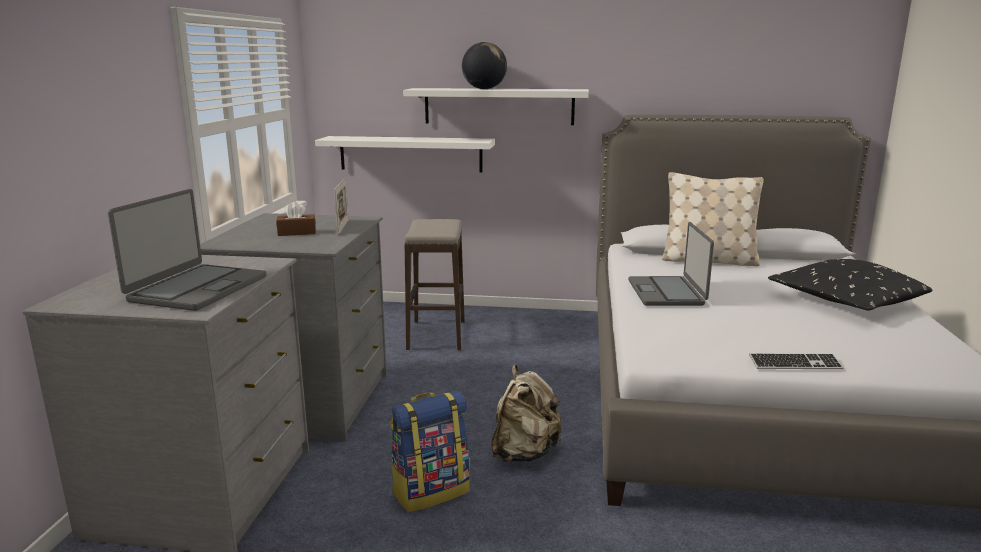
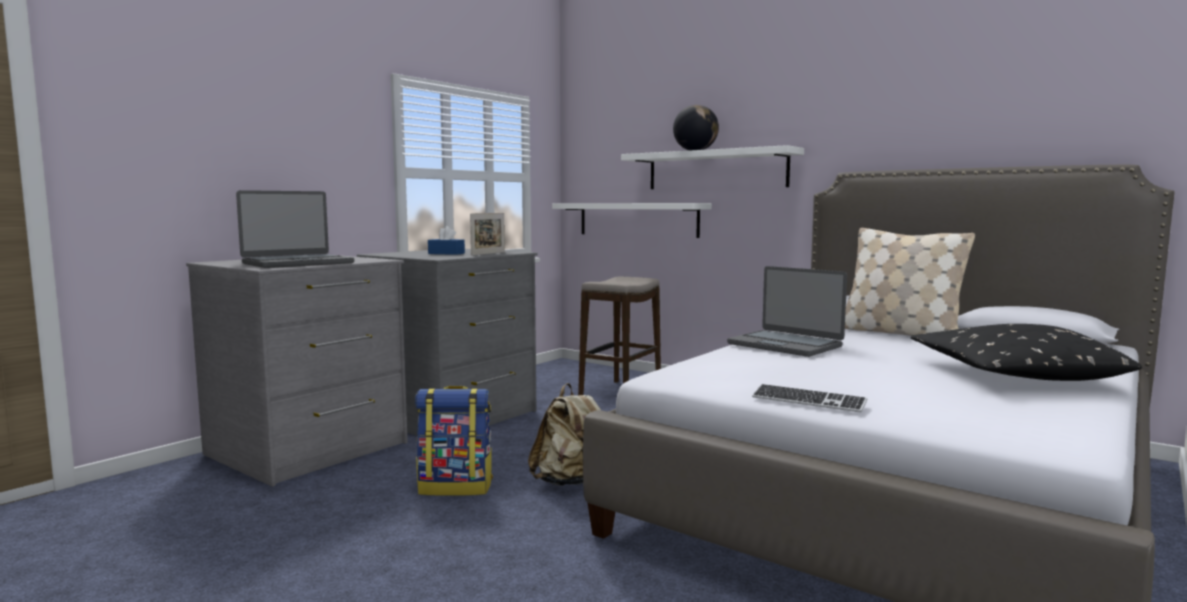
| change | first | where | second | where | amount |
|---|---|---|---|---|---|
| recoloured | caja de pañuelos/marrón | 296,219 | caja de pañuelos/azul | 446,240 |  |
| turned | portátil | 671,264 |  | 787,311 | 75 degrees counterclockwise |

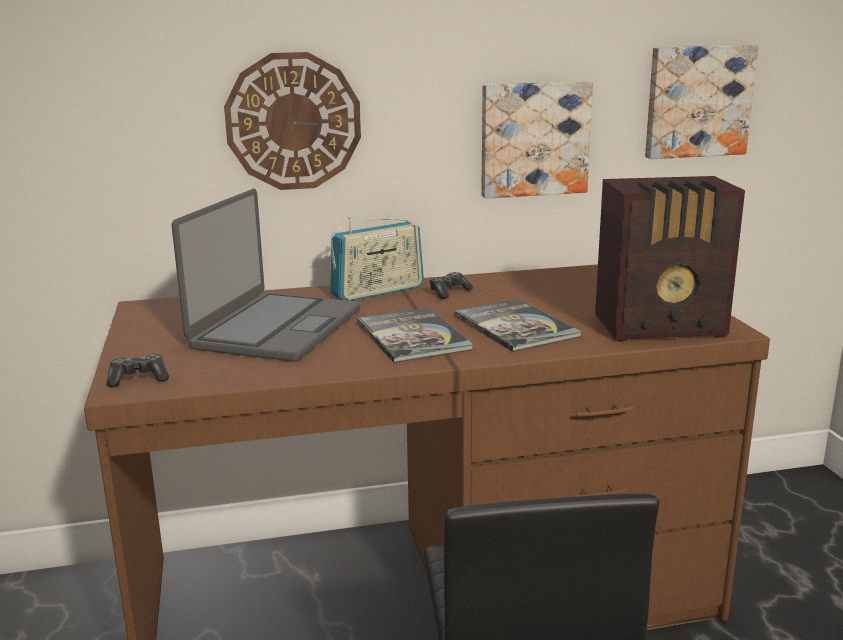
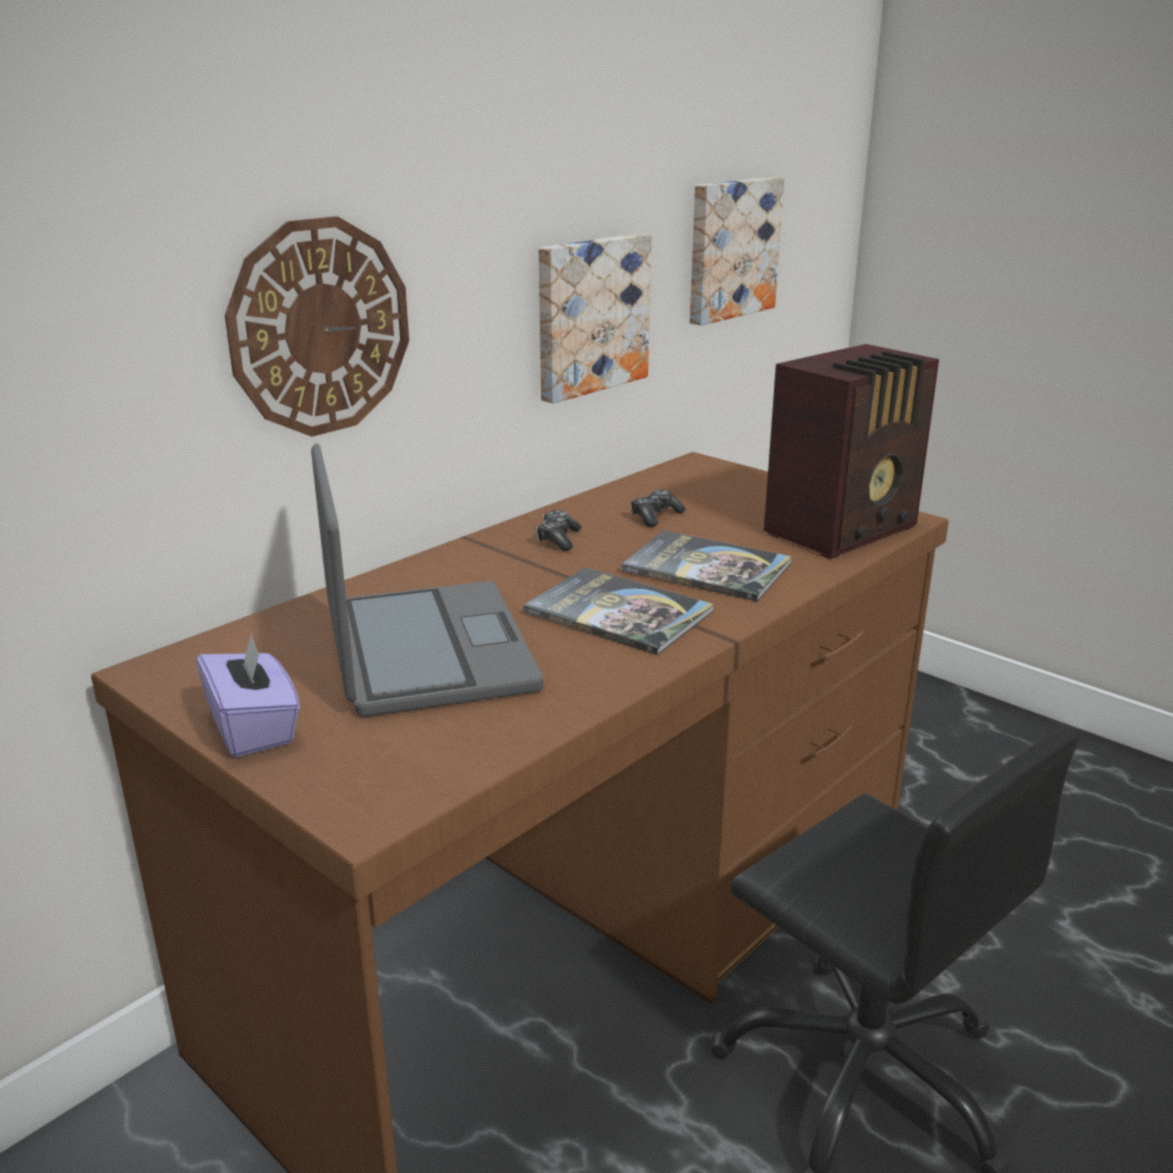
| change | first | where | second | where | amount |
|---|---|---|---|---|---|
| removed | radio | 377,258 |  |  |  |
| added |  |  | caja de pañuelos/morado | 248,696 |  |
| moved | mando de consola | 138,370 |  | 658,508 |  |

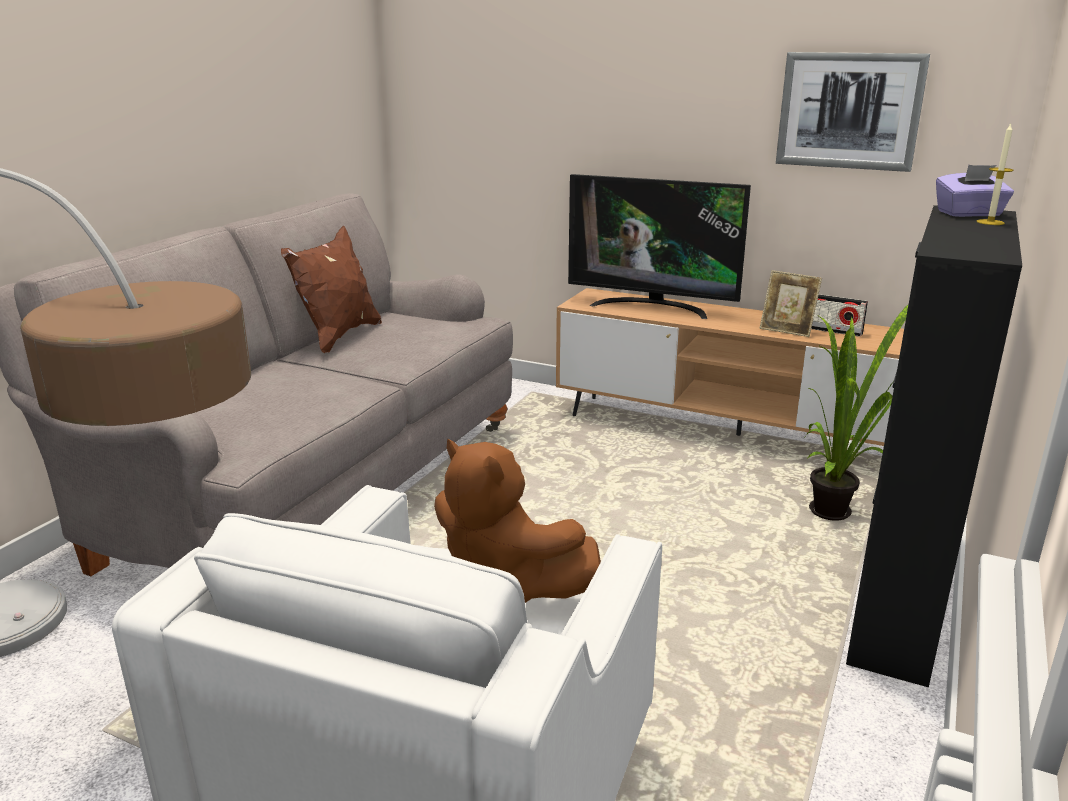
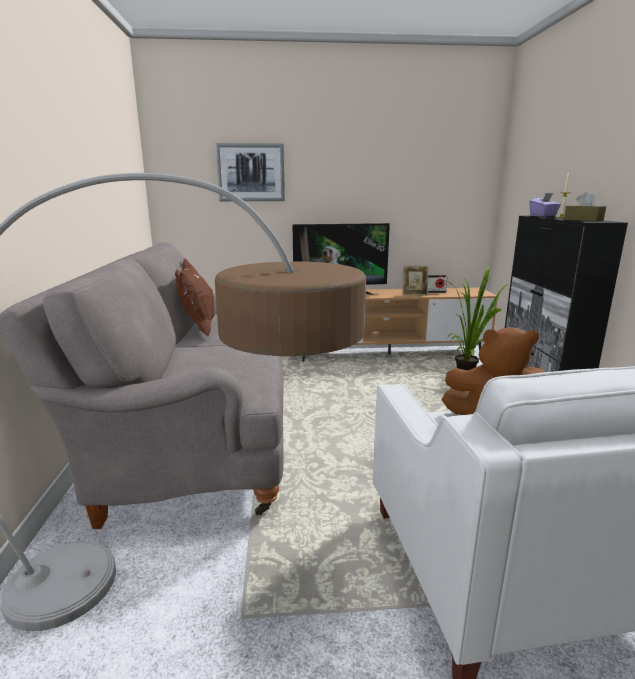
| change | first | where | second | where | amount |
|---|---|---|---|---|---|
| added |  |  | caja de pañuelos/marrón | 585,206 |  |
| moved | cuadro | 853,112 |  | 250,172 |  |

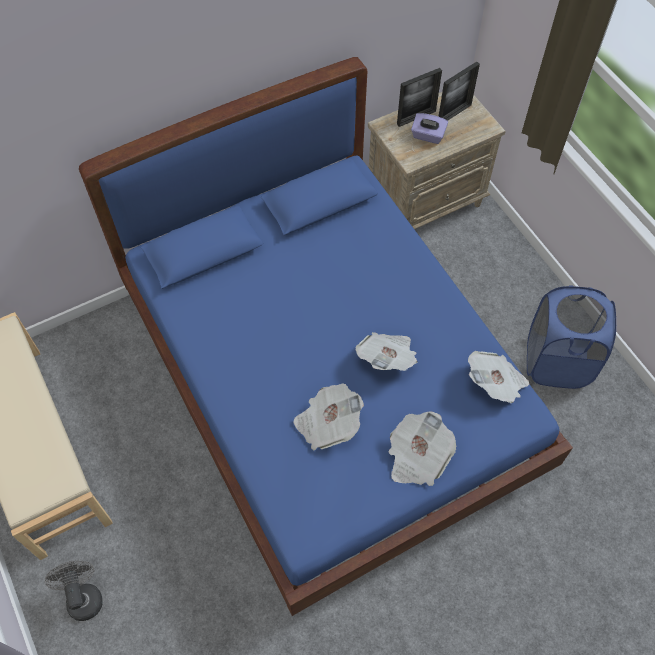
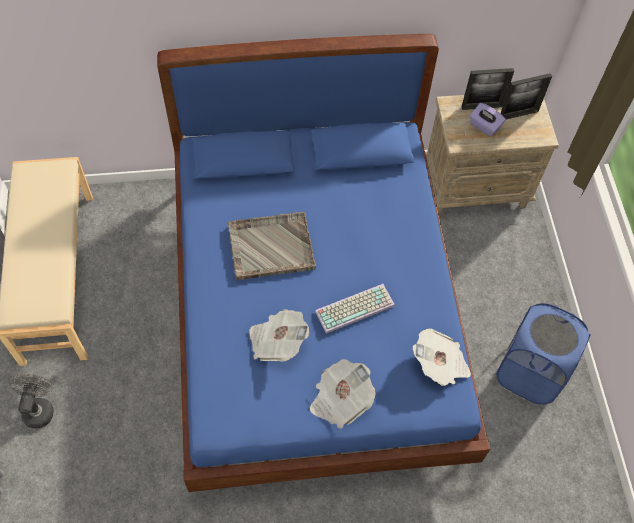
| change | first | where | second | where | amount |
|---|---|---|---|---|---|
| added |  |  | bandeja/gris | 272,246 |  |
| replaced | periódico | 387,351 | teclado | 355,309 |  |

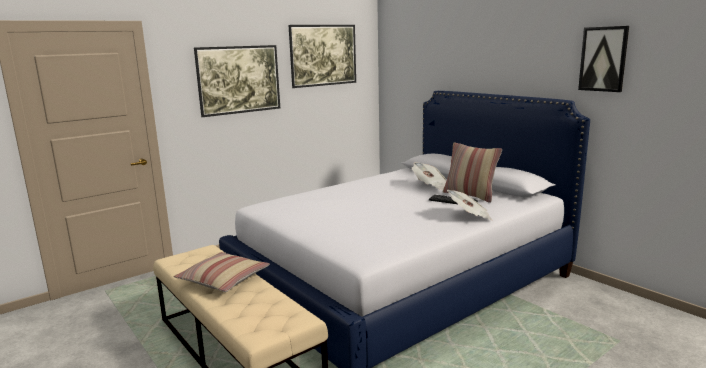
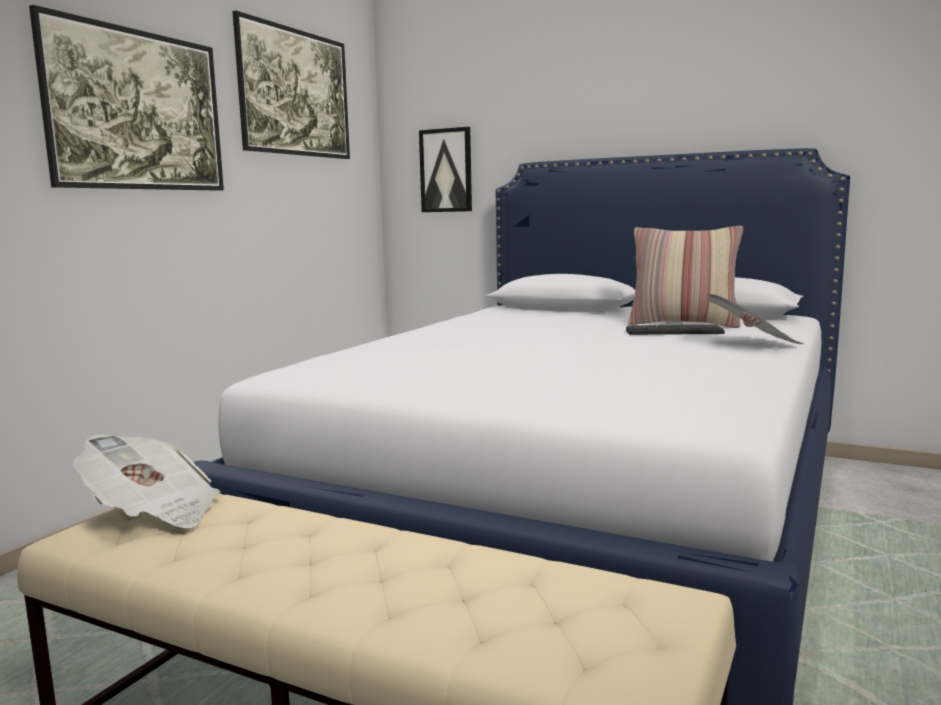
| change | first | where | second | where | amount |
|---|---|---|---|---|---|
| removed | cojín | 222,272 |  |  |  |
| moved | periódico | 429,176 |  | 146,481 |  |
| moved | cuadro | 603,59 |  | 445,169 |  |

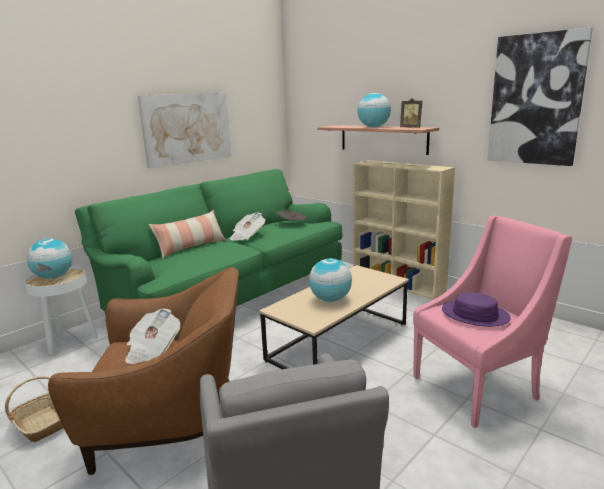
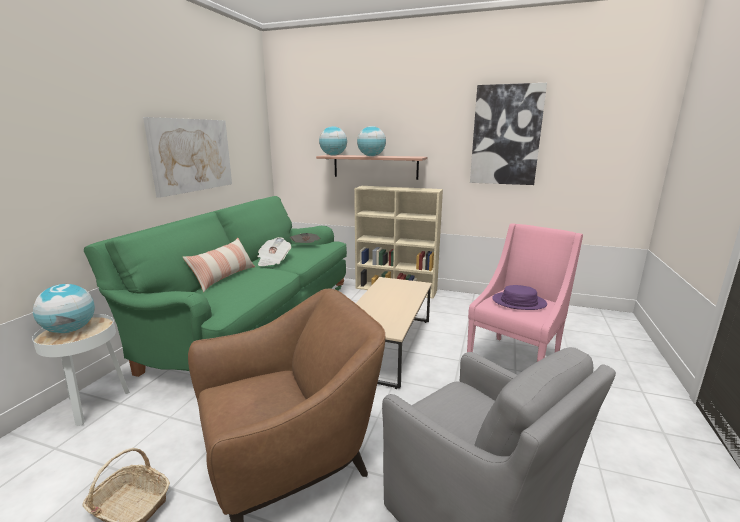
| change | first | where | second | where | amount |
|---|---|---|---|---|---|
| removed | periódico | 152,336 |  |  |  |
| removed | portarretratos | 411,113 |  |  |  |
| moved | globo terráqueo | 330,280 |  | 333,141 |  |

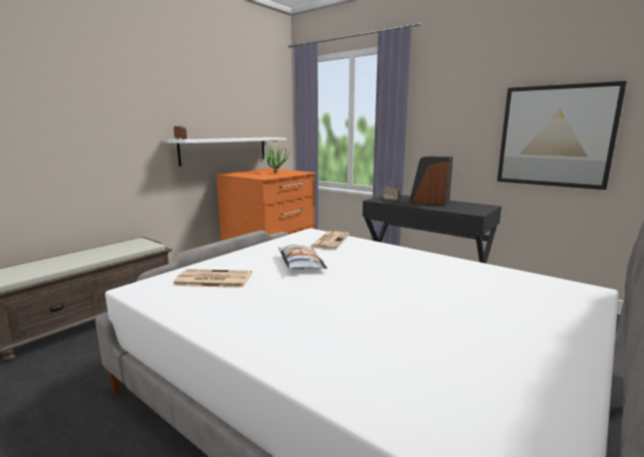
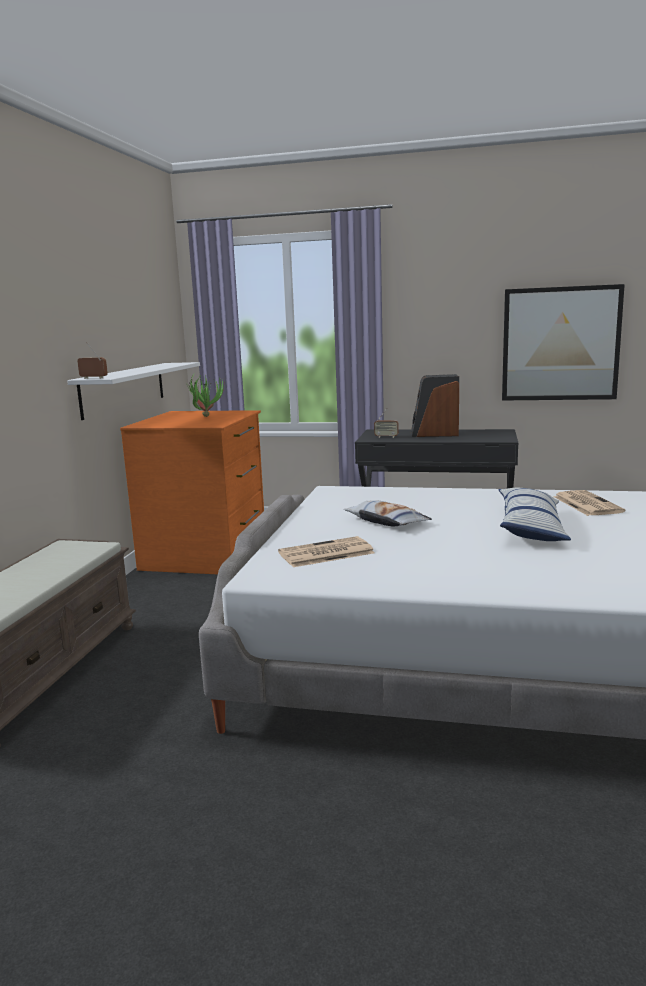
| change | first | where | second | where | amount |
|---|---|---|---|---|---|
| added |  |  | cojín | 535,514 |  |
| moved | periódico | 329,240 |  | 589,503 |  |

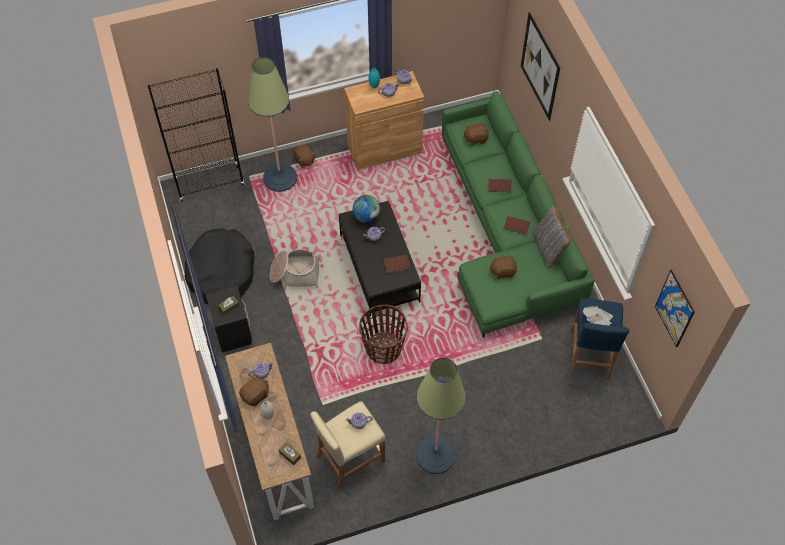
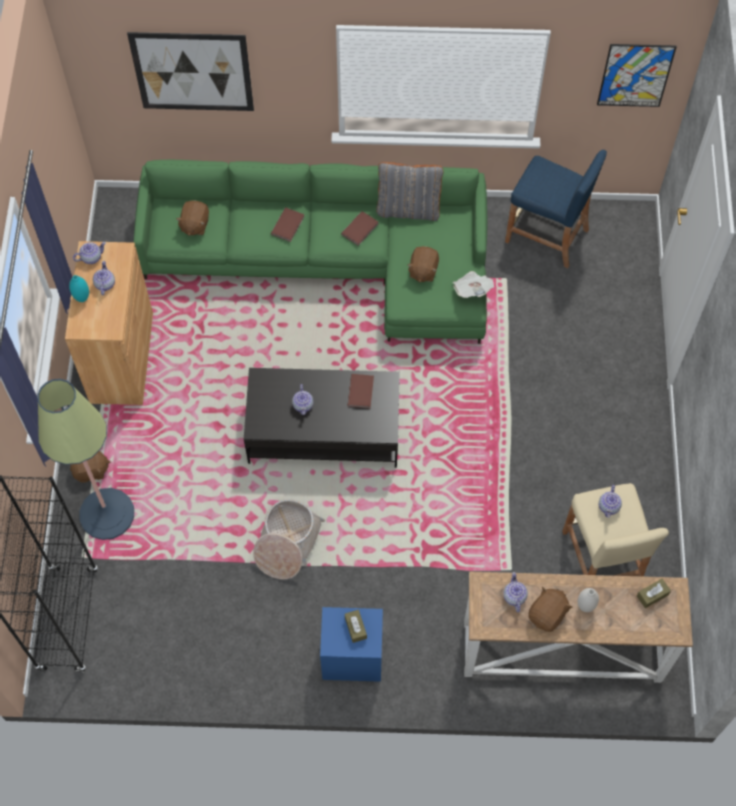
| change | first | where | second | where | amount |
|---|---|---|---|---|---|
| removed | cama para perro/negro | 219,266 |  |  |  |
| removed | globo terráqueo | 366,209 |  |  |  |
| removed | cesta | 383,334 |  |  |  |
| removed | lámpara de pie | 441,416 |  |  |  |
| moved | periódico | 598,316 |  | 473,284 |  |
| recoloured | mesita de noche/negro | 229,319 | mesita de noche/azul | 351,644 |  |
| turned | peluche/marrón | 254,390 |  | 550,609 | 60 degrees clockwise |

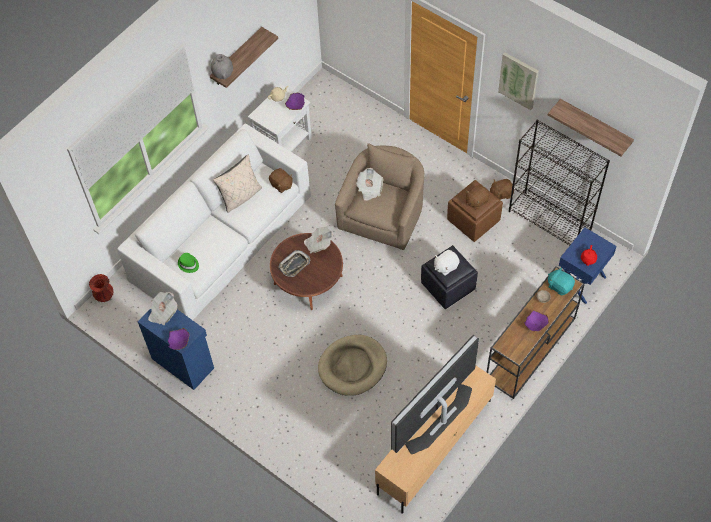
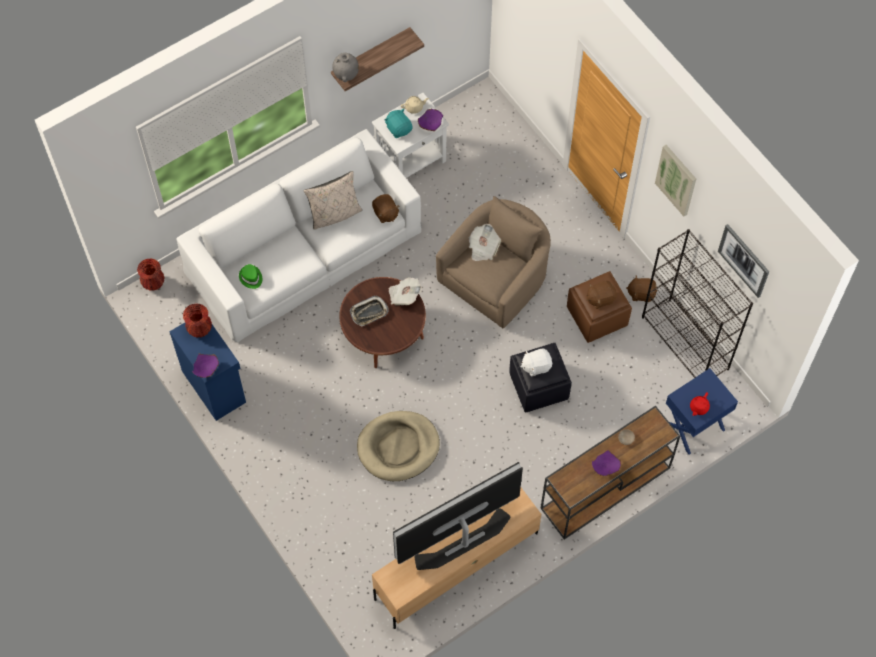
| change | first | where | second | where | amount |
|---|---|---|---|---|---|
| moved | peluche/turquesa | 561,281 |  | 398,123 |  |
| replaced | periódico | 162,308 | florero/rojo | 197,320 |  |
| replaced | estante | 591,127 | cuadro | 743,261 |  |

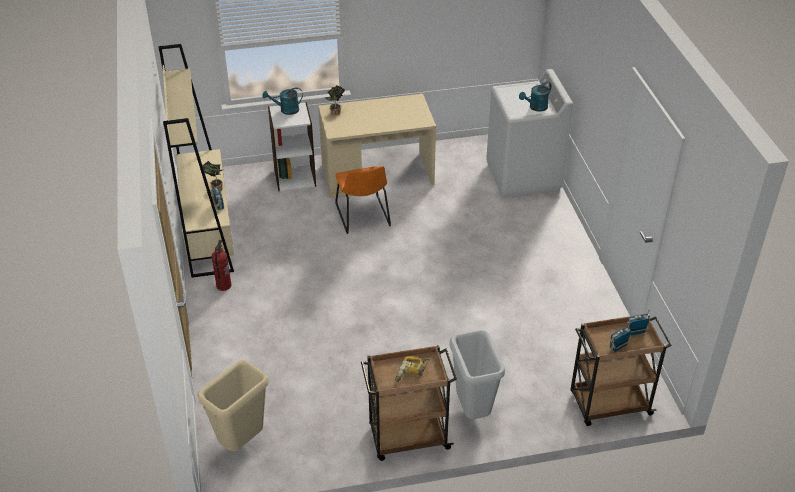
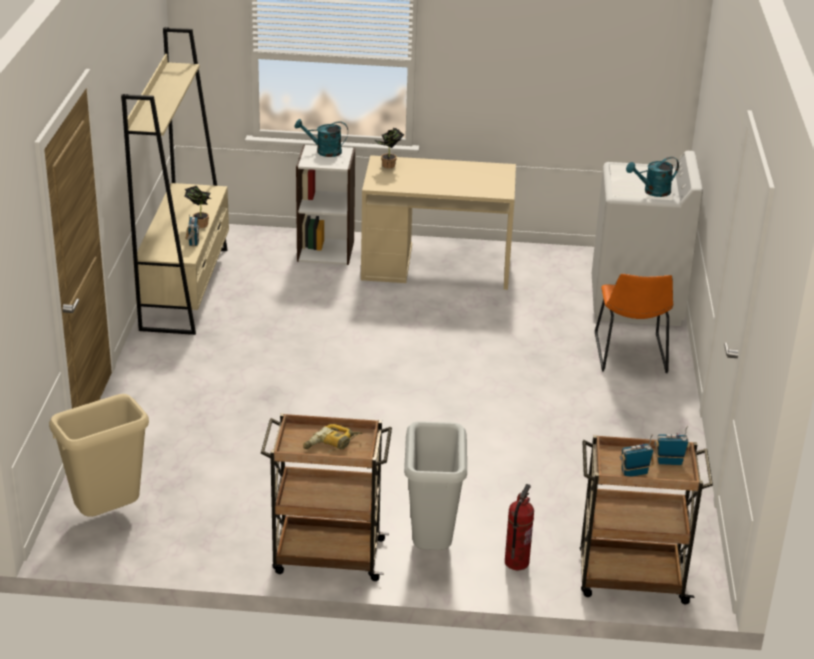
| change | first | where | second | where | amount |
|---|---|---|---|---|---|
| moved | extintor | 221,265 |  | 519,527 |  |
| moved | silla/naranja | 363,200 |  | 634,323 |  |

